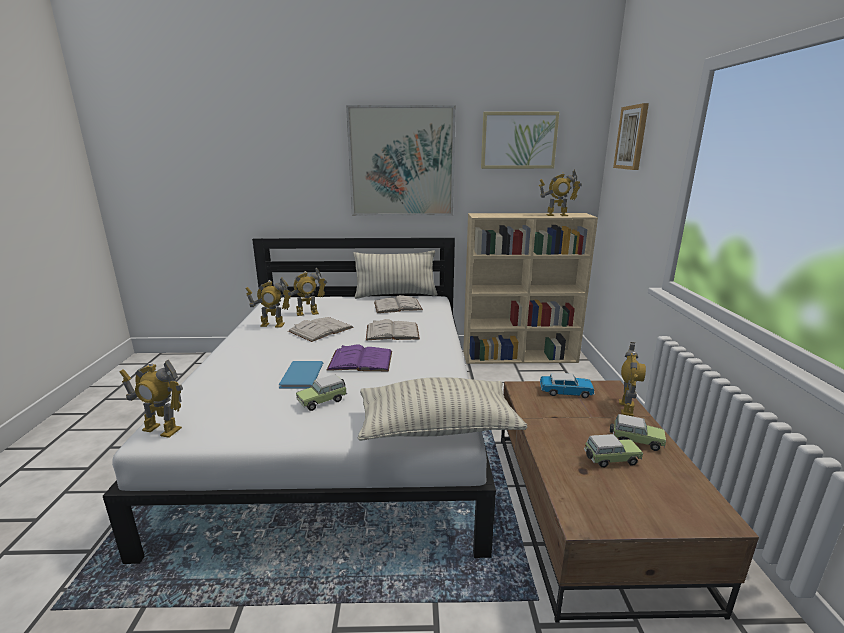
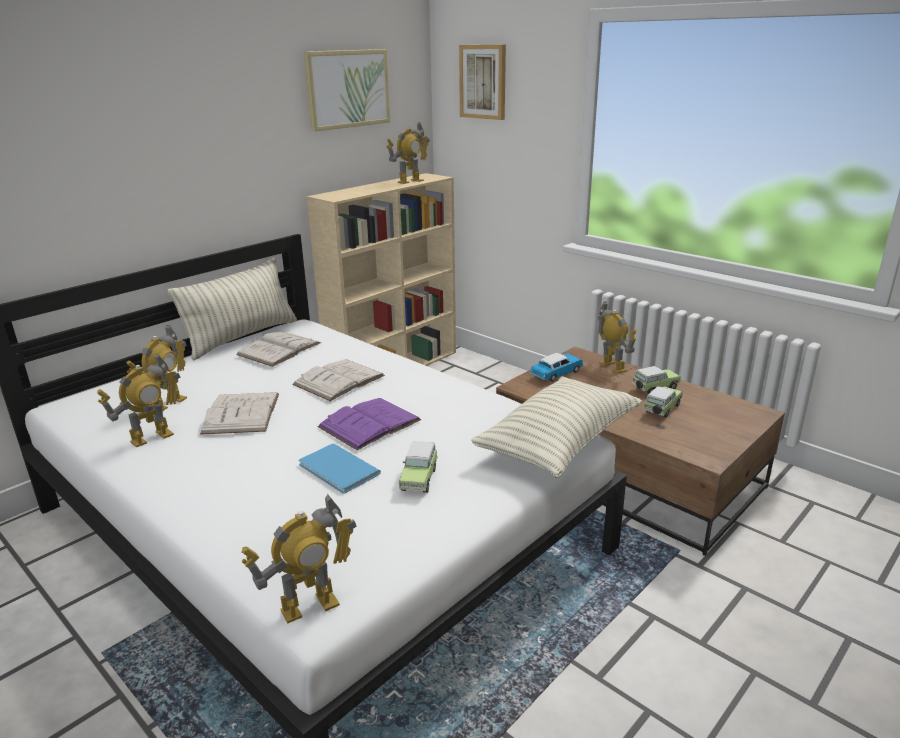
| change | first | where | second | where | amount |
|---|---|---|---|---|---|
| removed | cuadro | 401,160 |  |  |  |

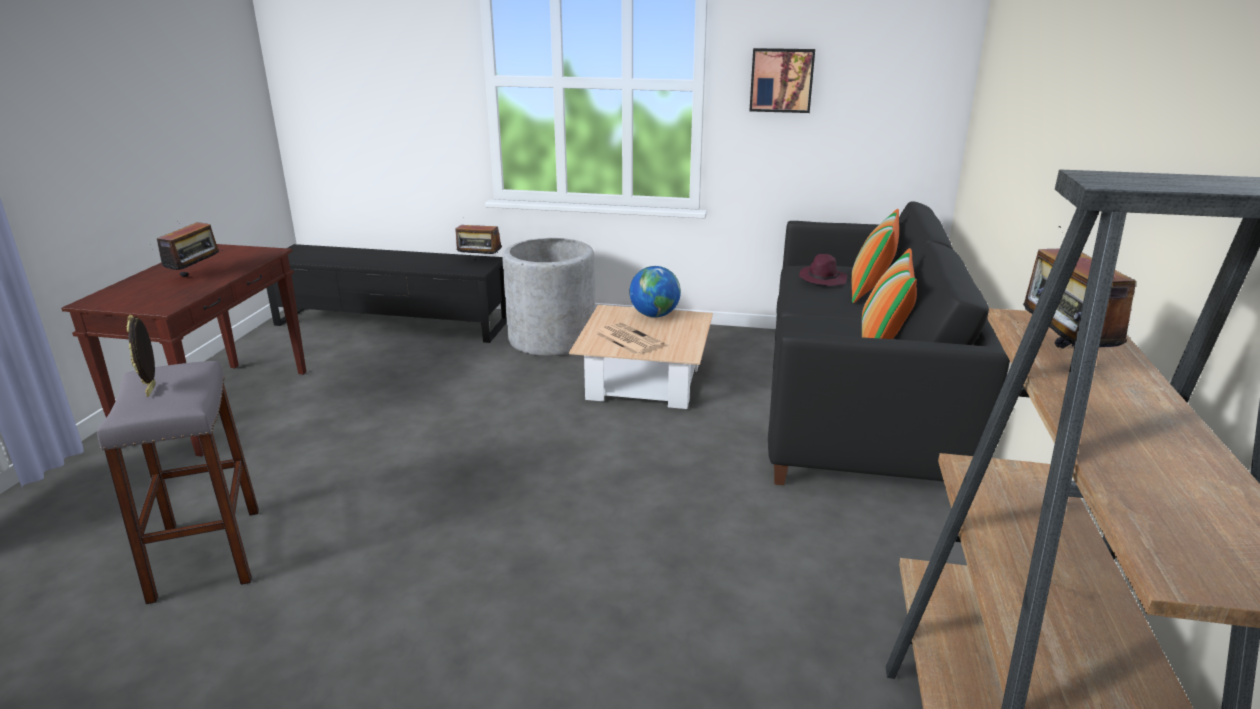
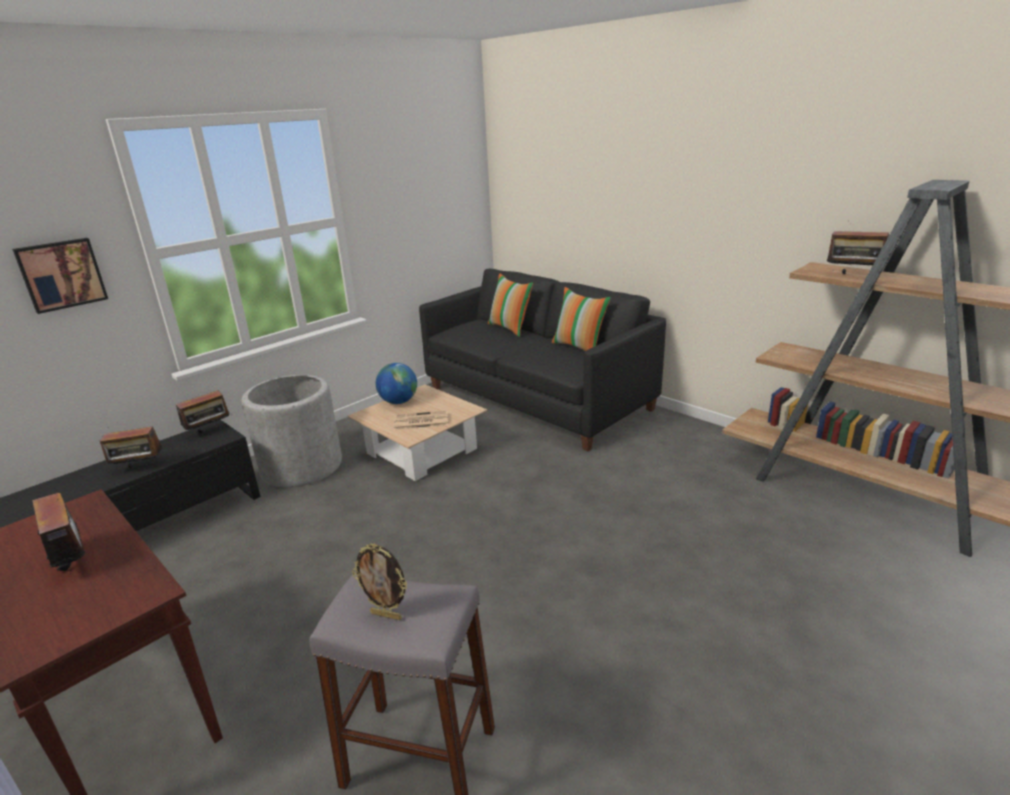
| change | first | where | second | where | amount |
|---|---|---|---|---|---|
| removed | sombrero/morado | 823,270 |  |  |  |
| added |  |  | radio | 131,447 |  |
| moved | cuadro | 782,80 |  | 60,276 |  |

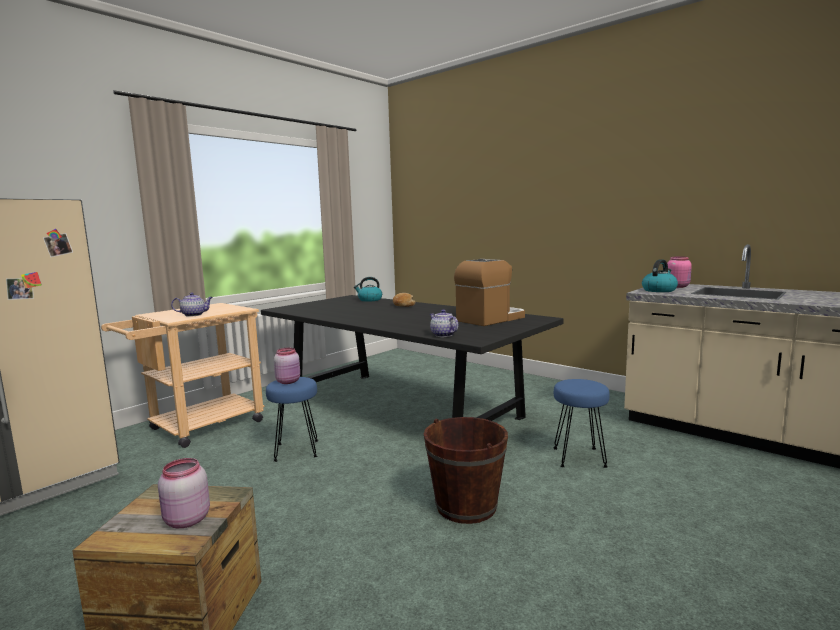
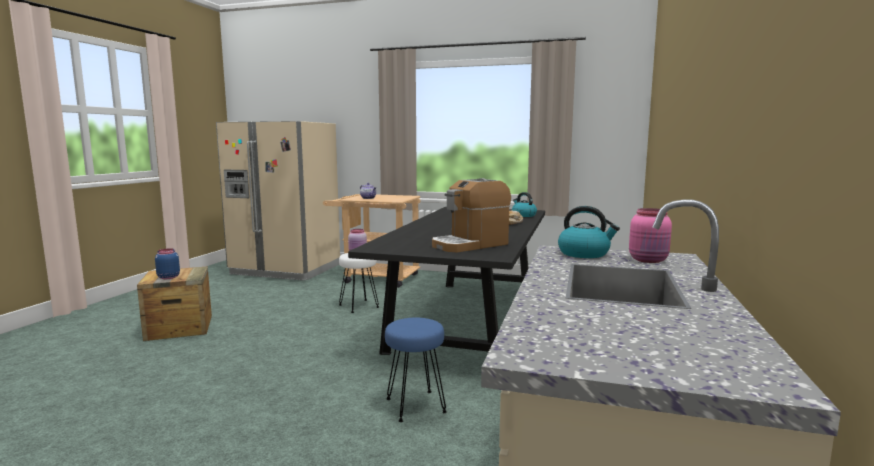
| change | first | where | second | where | amount |
|---|---|---|---|---|---|
| removed | cubo/marrón | 466,470 |  |  |  |
| removed | tetera | 444,323 |  |  |  |
| recoloured | tarro/rosa | 184,493 | tarro/azul | 167,263 |  |
| recoloured | taburete/azul | 292,419 | taburete/blanco | 359,283 |  |
| turned | cafetera | 489,292 |  | 471,215 | 120 degrees clockwise |

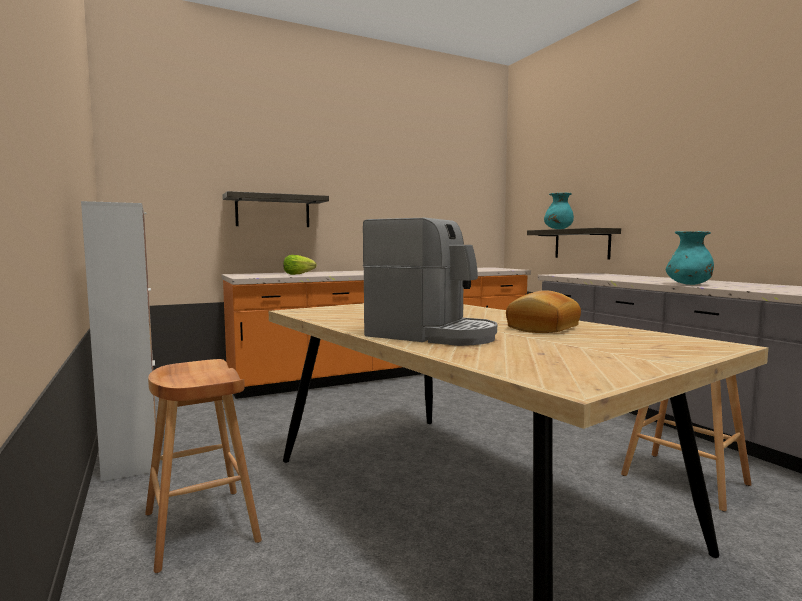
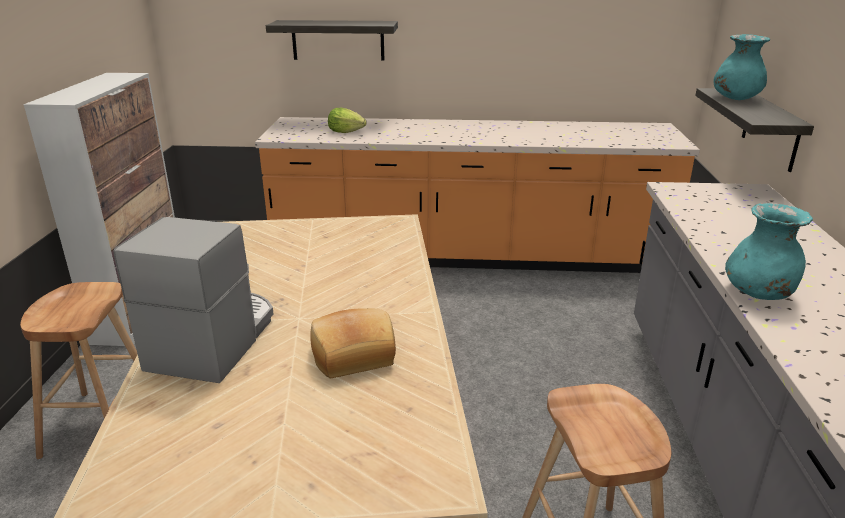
| change | first | where | second | where | amount |
|---|---|---|---|---|---|
| turned | cafetera | 430,282 |  | 194,300 | 135 degrees counterclockwise |

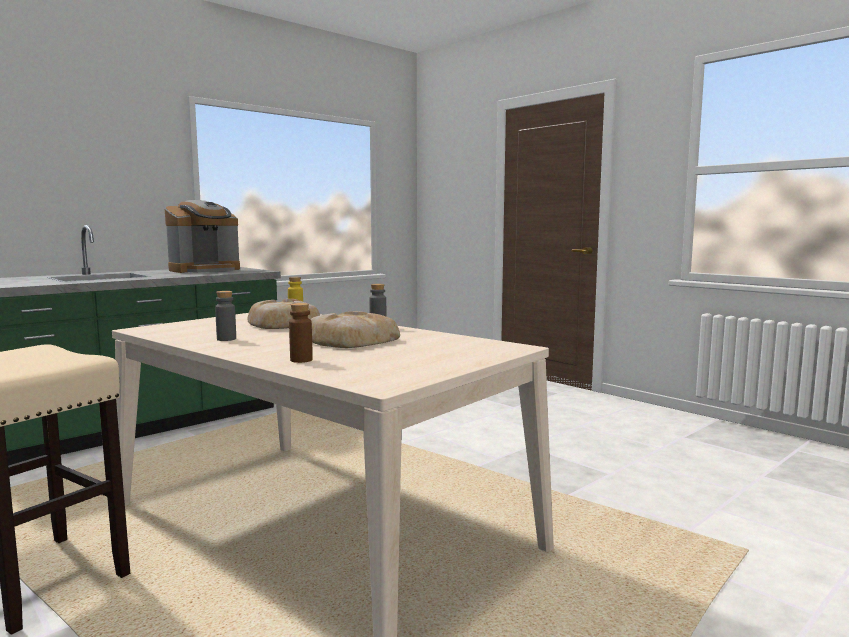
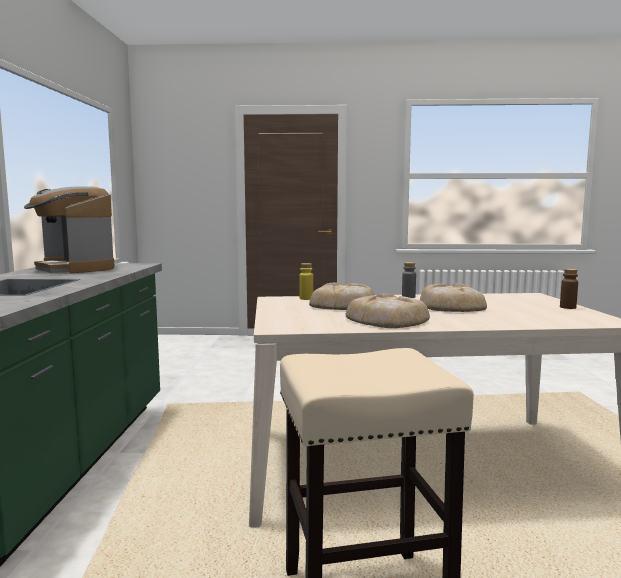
| change | first | where | second | where | amount |
|---|---|---|---|---|---|
| moved | botella/marrón | 301,333 |  | 569,289 |  |
| replaced | botella/gris | 225,316 | pan | 388,311 |  |
| turned | cafetera | 202,236 |  | 69,229 | 135 degrees clockwise |

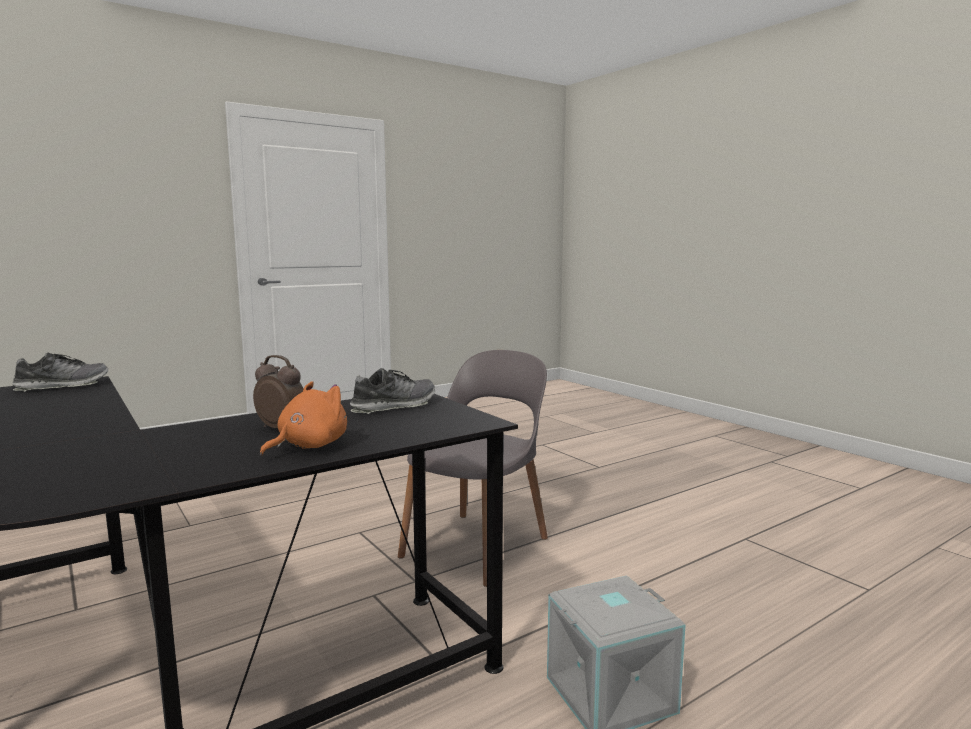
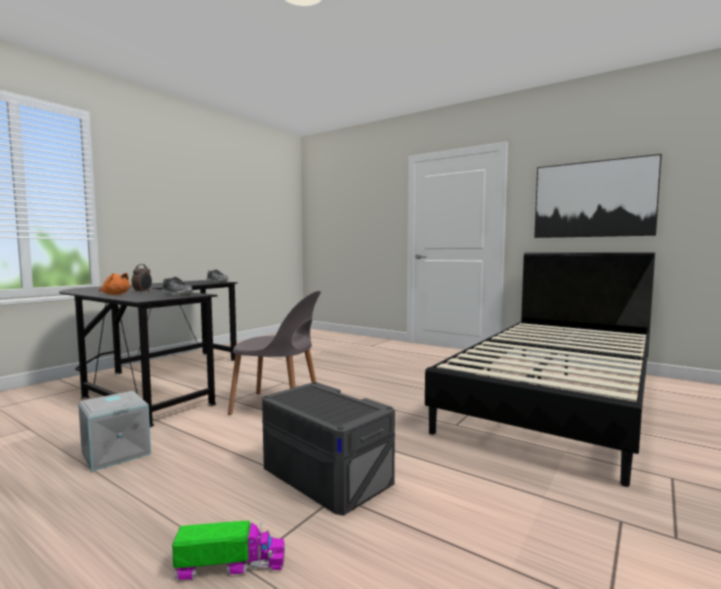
| change | first | where | second | where | amount |
|---|---|---|---|---|---|
| added |  |  | camión de juguete | 228,550 |  |
| added |  |  | caja de almacenaje/gris | 328,448 |  |
| added |  |  | cama/negro | 540,369 |  |
| added |  |  | cuadro | 598,196 |  |

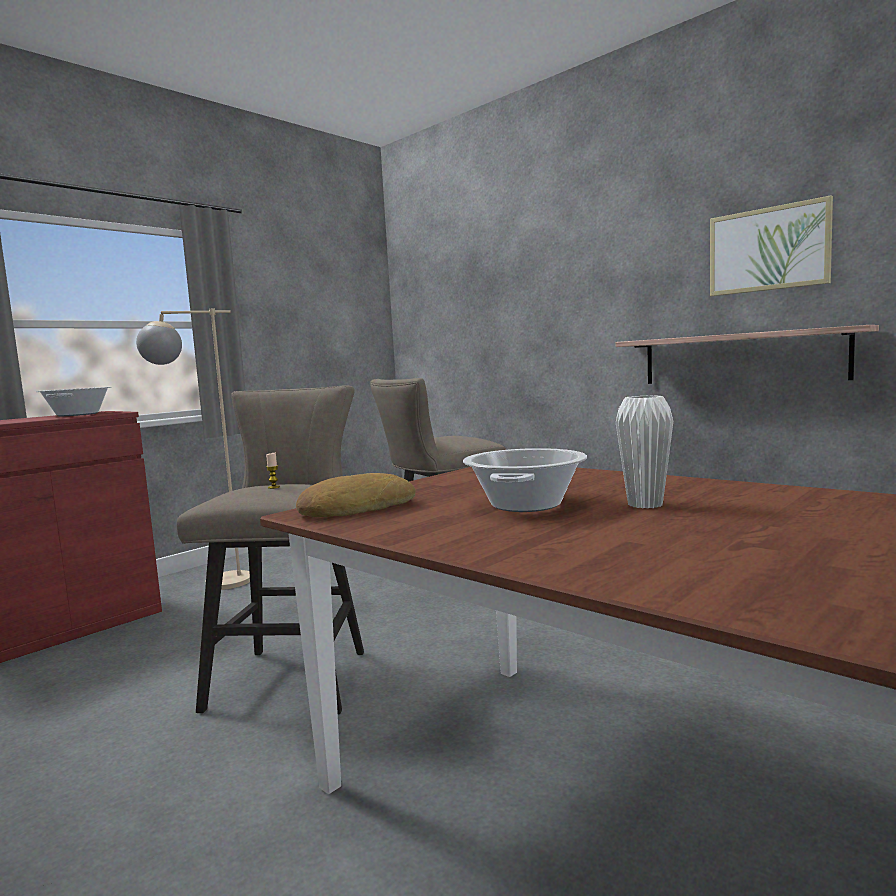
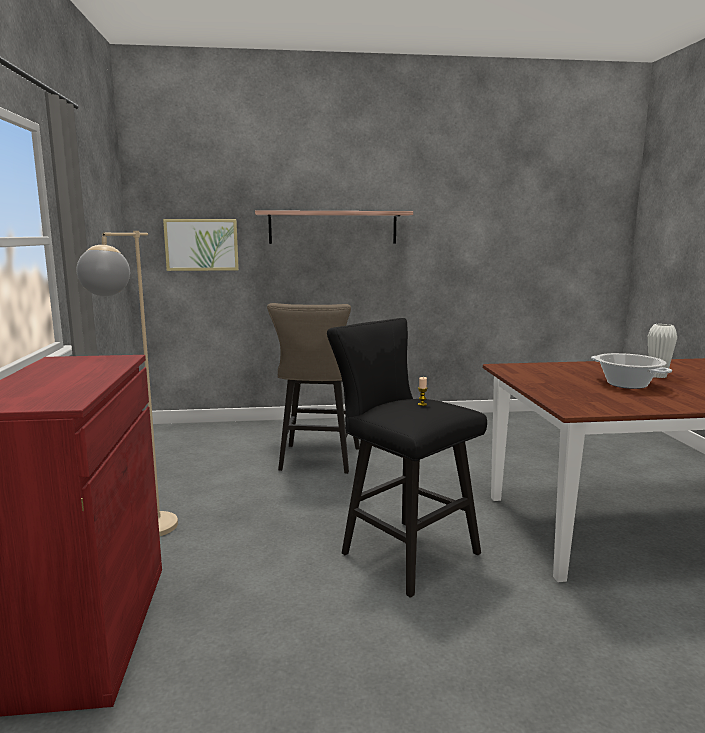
| change | first | where | second | where | amount |
|---|---|---|---|---|---|
| removed | olla | 73,401 |  |  |  |
| removed | pan | 356,495 |  |  |  |
| moved | estante | 747,354 |  | 334,227 |  |
| moved | cuadro | 771,245 |  | 201,245 |  |
| recoloured | taburete/beis | 270,549 | taburete/negro | 407,458 |  |

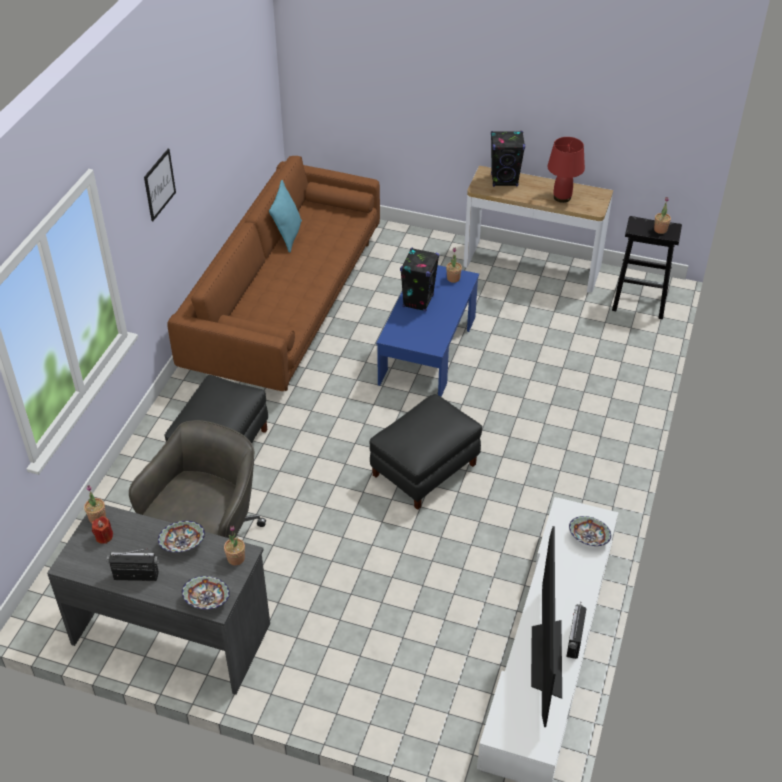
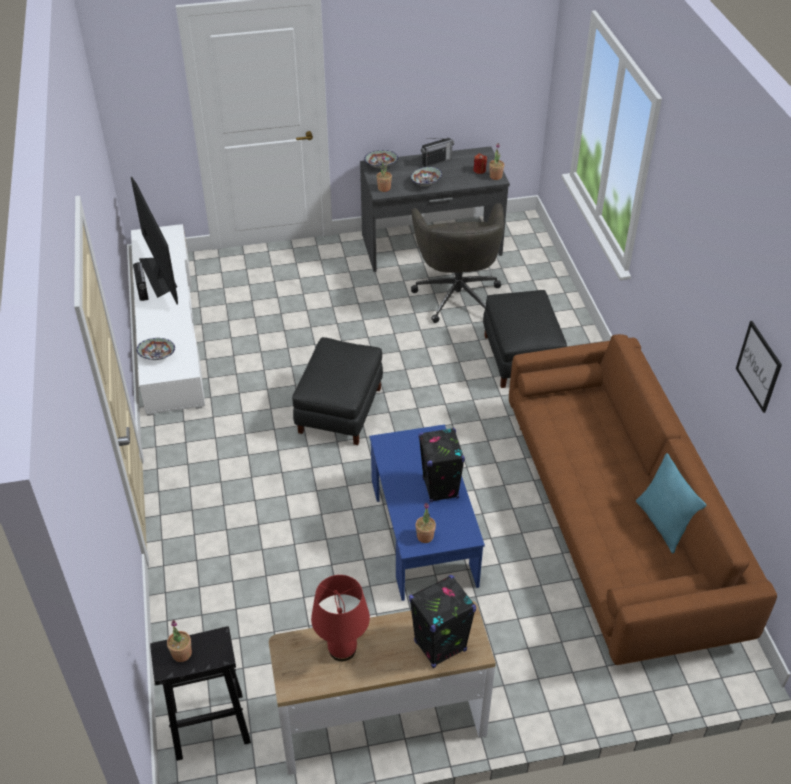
| change | first | where | second | where | amount |
|---|---|---|---|---|---|
| moved | cuadro | 160,185 |  | 759,367 |  |

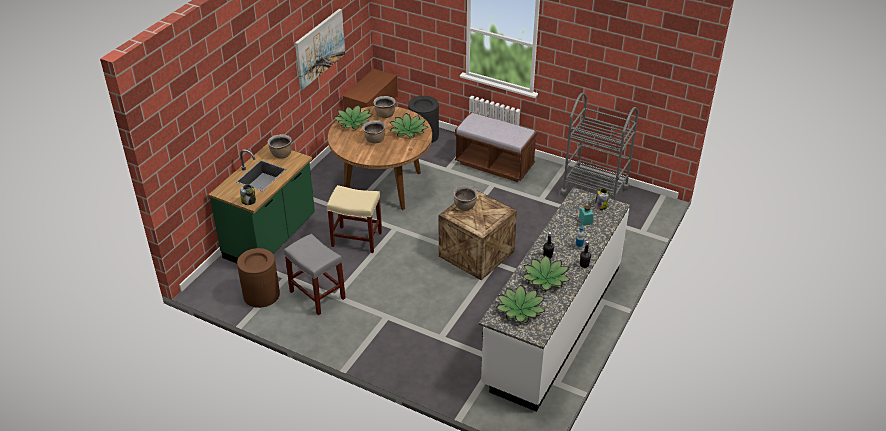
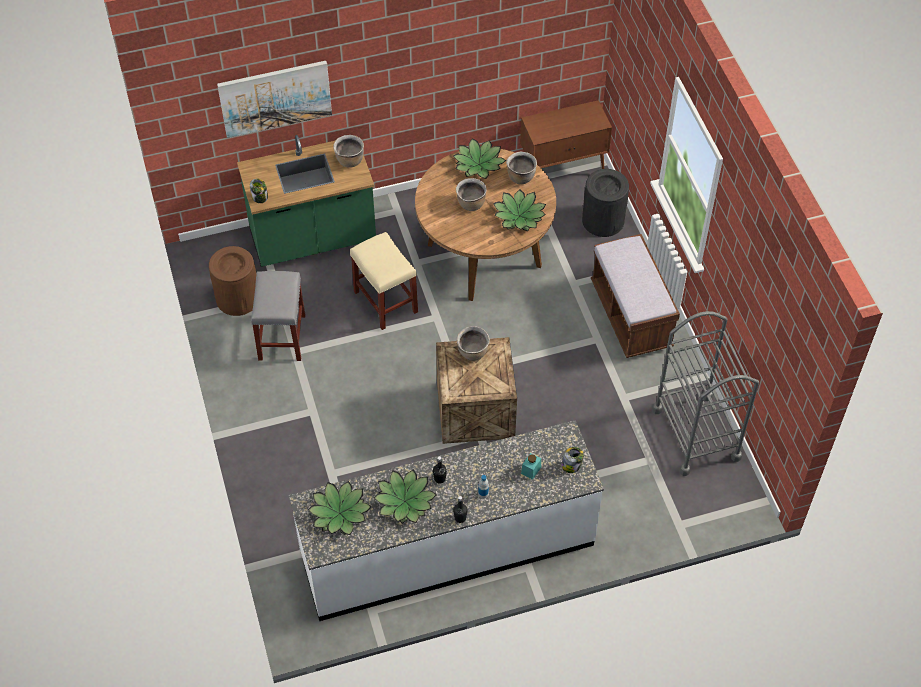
| change | first | where | second | where | amount |
|---|---|---|---|---|---|
| moved | cuadro | 320,49 |  | 274,99 |  |

